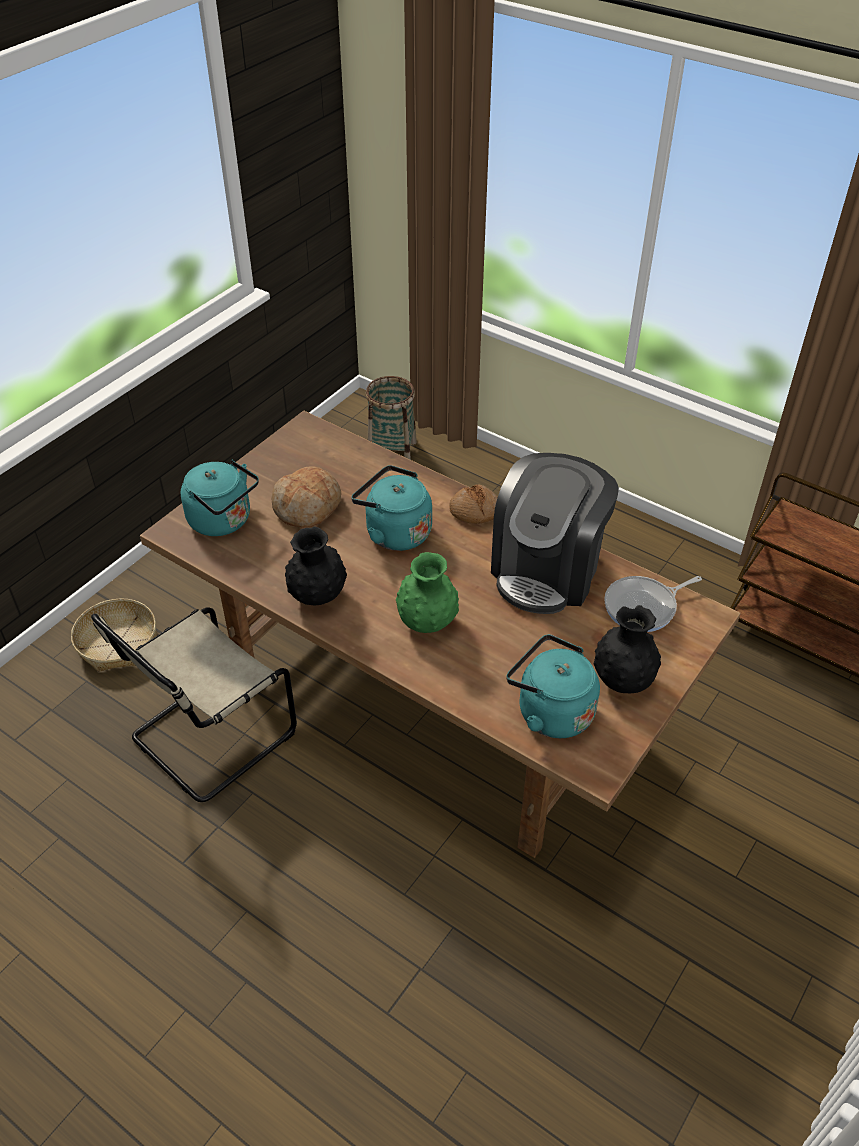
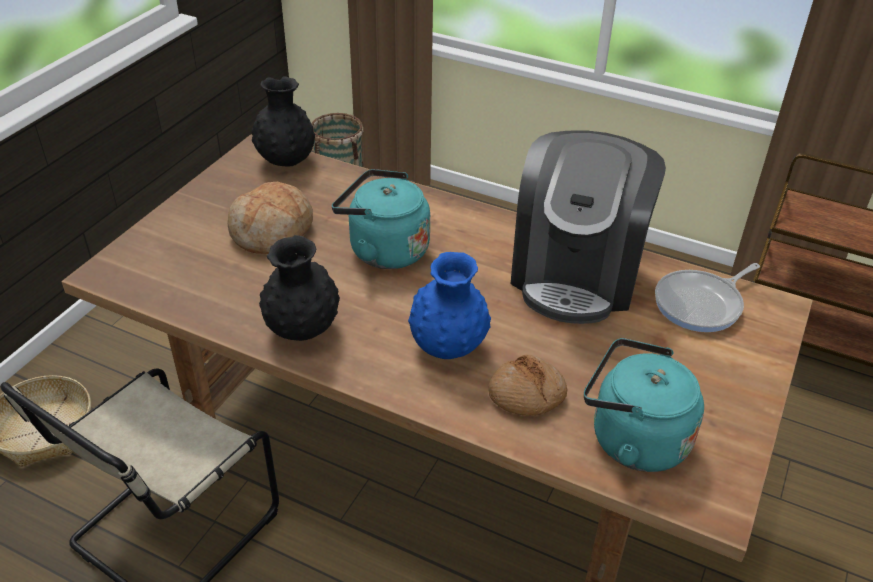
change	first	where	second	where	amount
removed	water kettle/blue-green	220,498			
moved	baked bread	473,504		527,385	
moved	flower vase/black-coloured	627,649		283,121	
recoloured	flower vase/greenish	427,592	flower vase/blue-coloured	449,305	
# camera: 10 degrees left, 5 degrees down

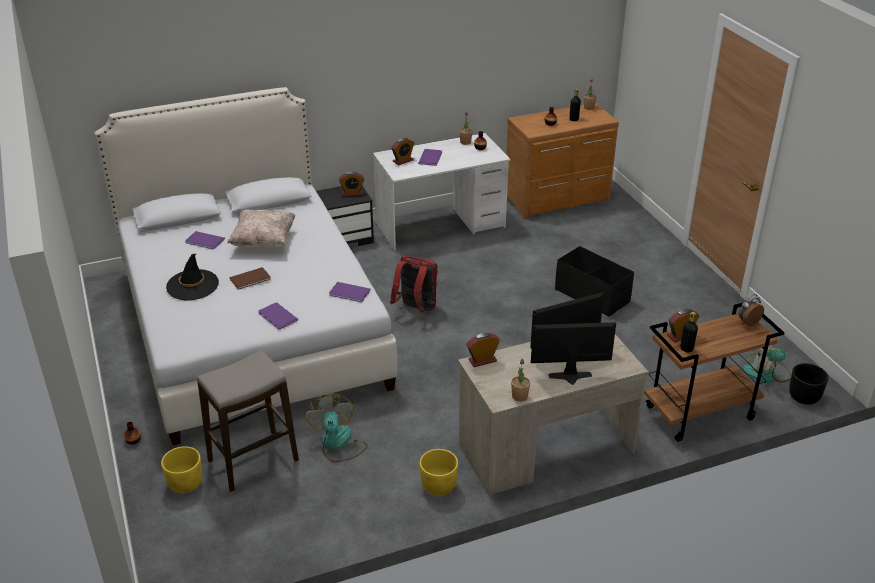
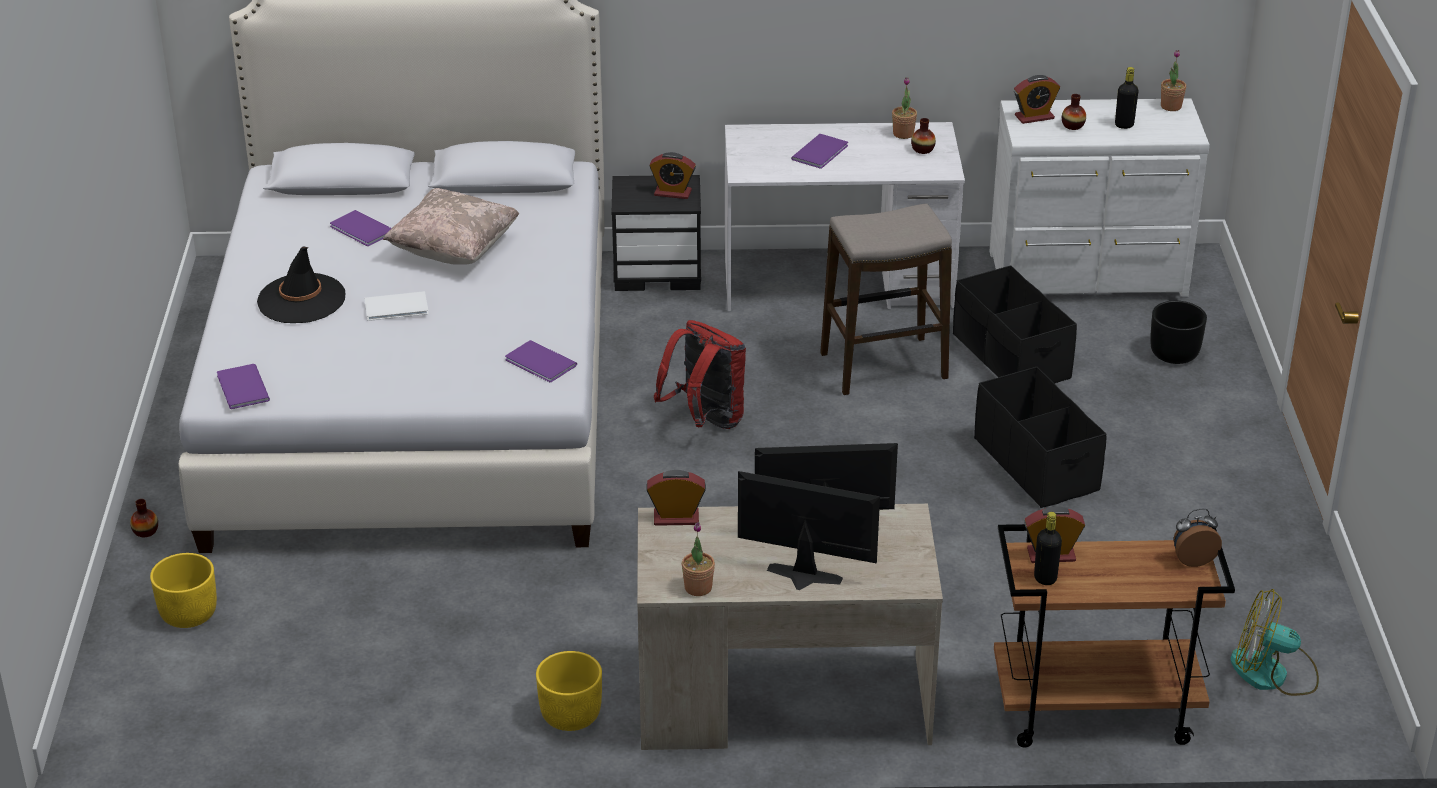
change	first	where	second	where	amount
removed	fan	336,428			
added			storage bin/black-coloured	1015,324	
moved	stool	248,421		886,299	
moved	volume/purple	278,315		243,386	
moved	alarm clock	402,151		1037,99	
moved	flower pot/black-coloured	809,384		1178,332	
recoloured	volume/brownish	250,278	volume/white-coloured	396,306	
recoloured	drawer chest/brownish	562,161	drawer chest/white-coloured	1100,197	
# camera: 20 degrees right, 0 degrees up

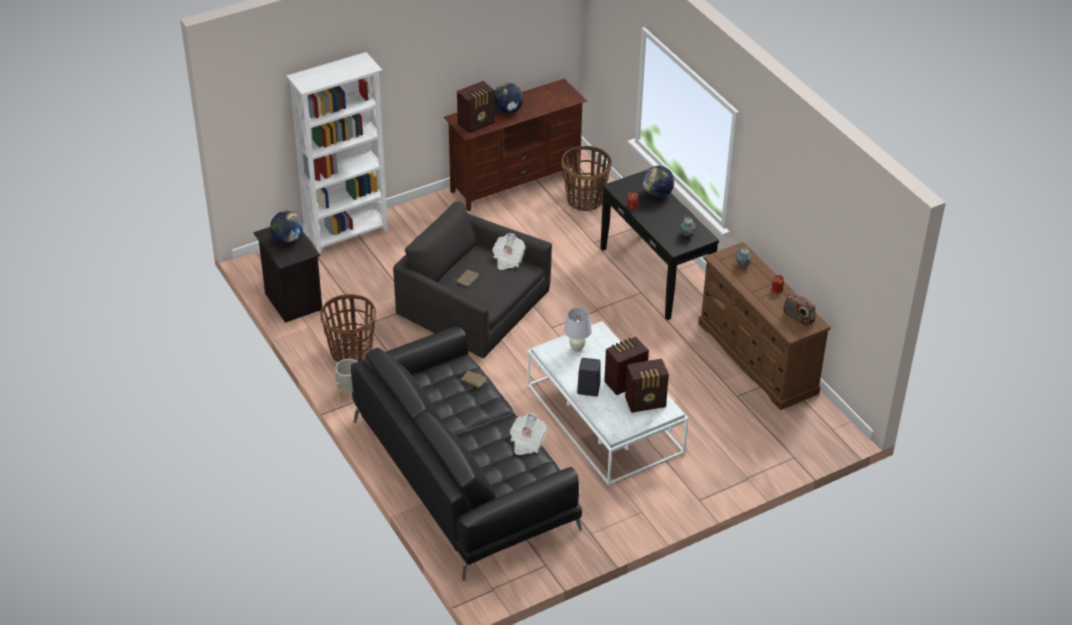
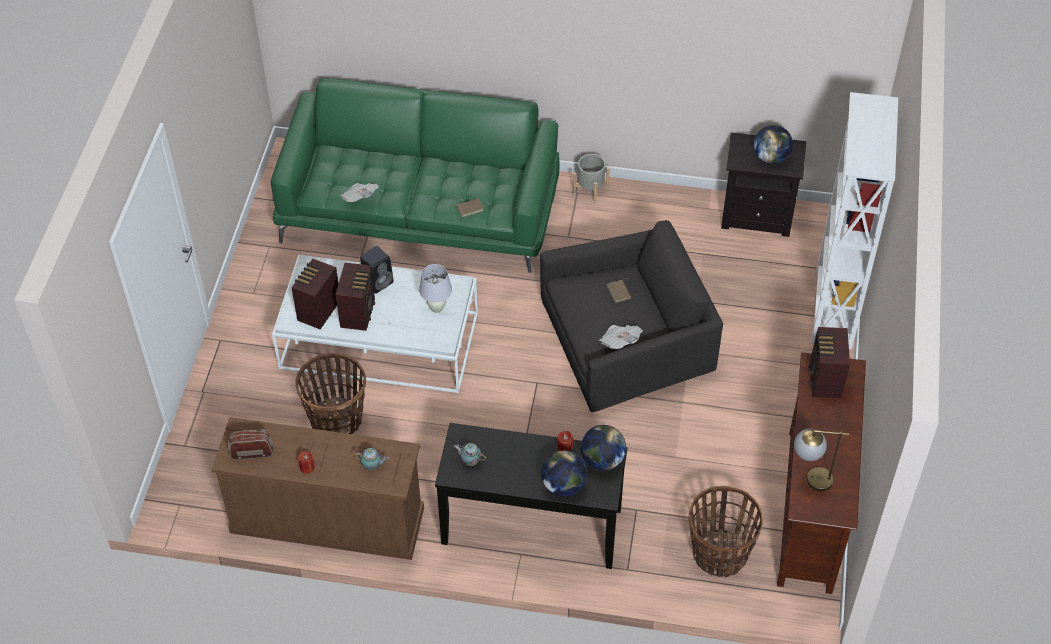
change	first	where	second	where	amount
added			table lamp	821,460	
moved	basket	348,328		330,393	
moved	desk globe	509,98		603,447	
recoloured	settee/black-coloured	466,454	settee/greenish	415,175	
# camera: 130 degrees right, 10 degrees up

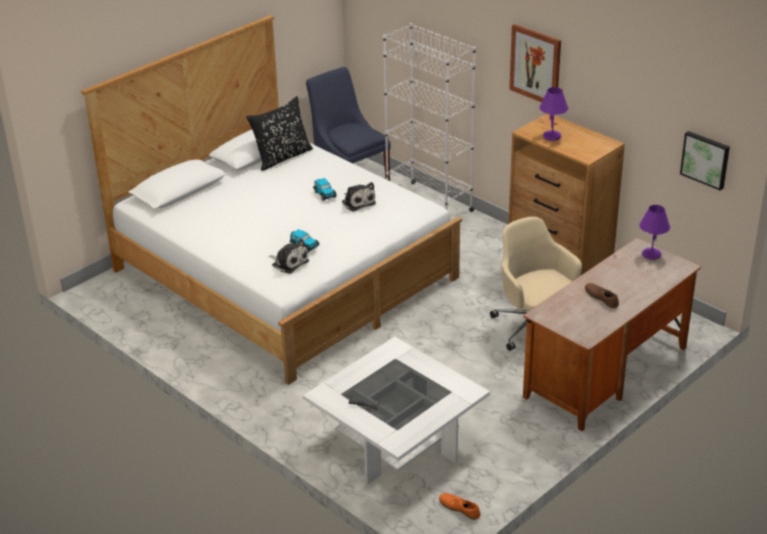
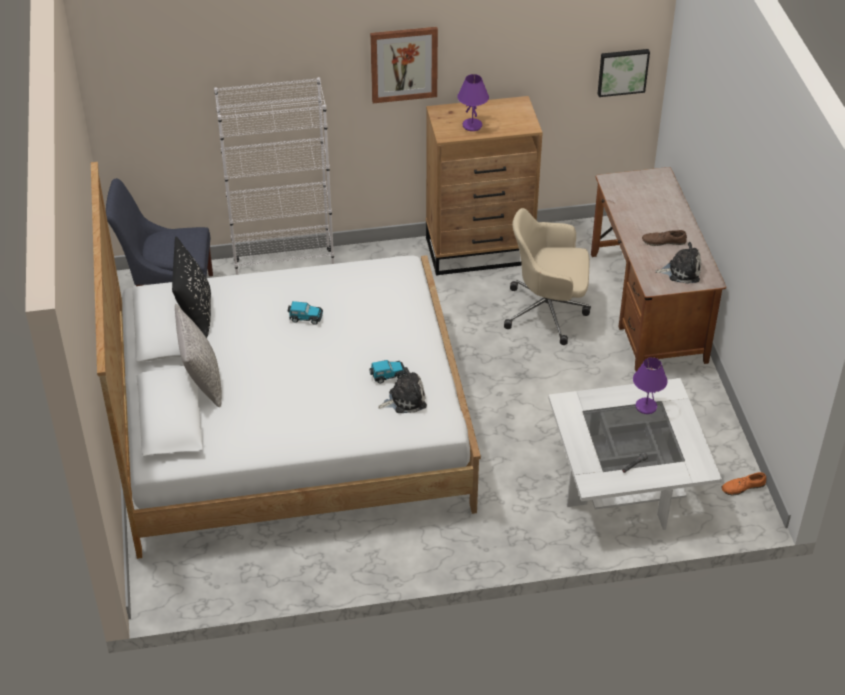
change	first	where	second	where	amount
added			cushion/gray	198,355	
moved	plush toy	359,197		678,263	
moved	table lamp/purple	654,232		650,385	
# camera: 55 degrees left, 10 degrees up

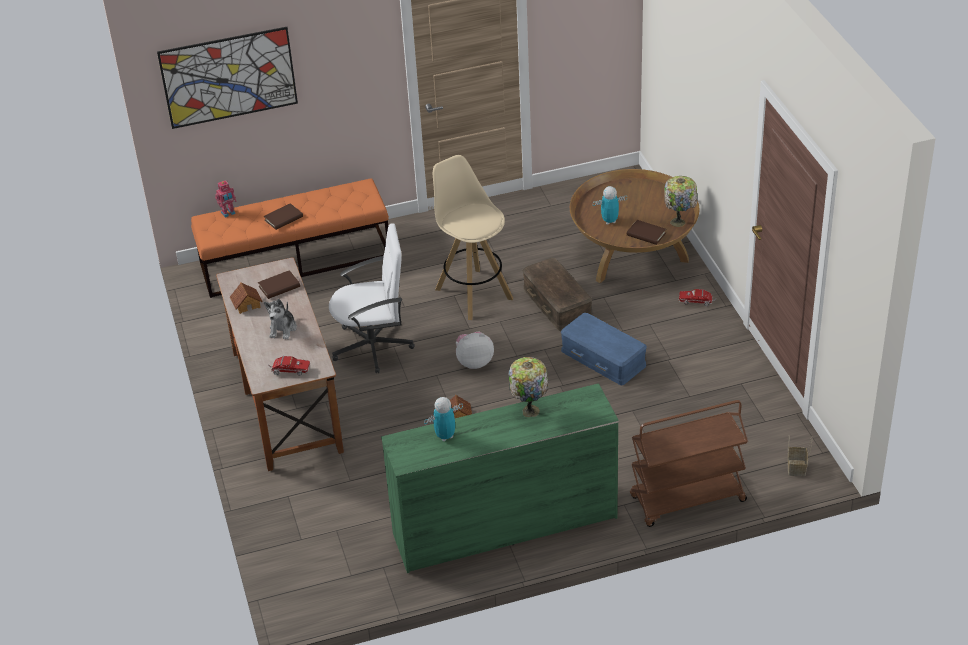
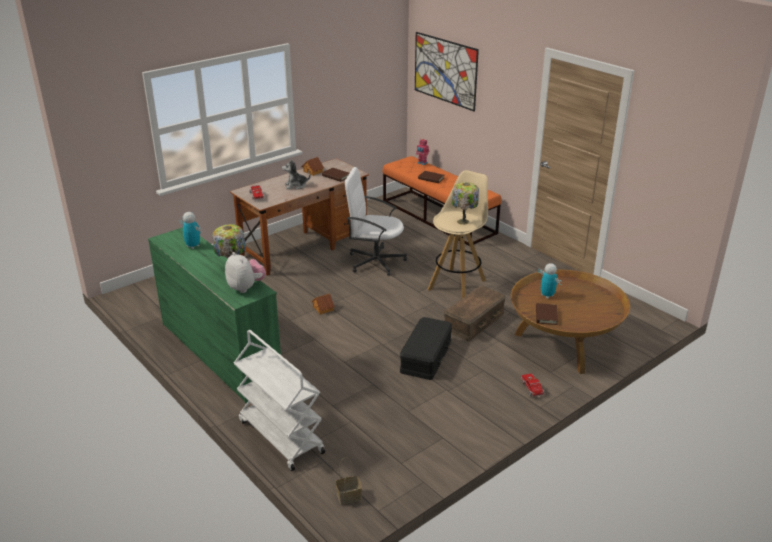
change	first	where	second	where	amount
moved	plush toy	475,350		245,272	
moved	table lamp	681,201		465,203	
recoloured	storage bin/blue-coloured	604,349	storage bin/black-coloured	426,348	
recoloured	wheeled cart/brownish	689,463	wheeled cart/white-coloured	279,400	
turned	desk chair/white-coloured	372,298		376,221	135 degrees clockwise
# camera: 65 degrees right, 10 degrees down

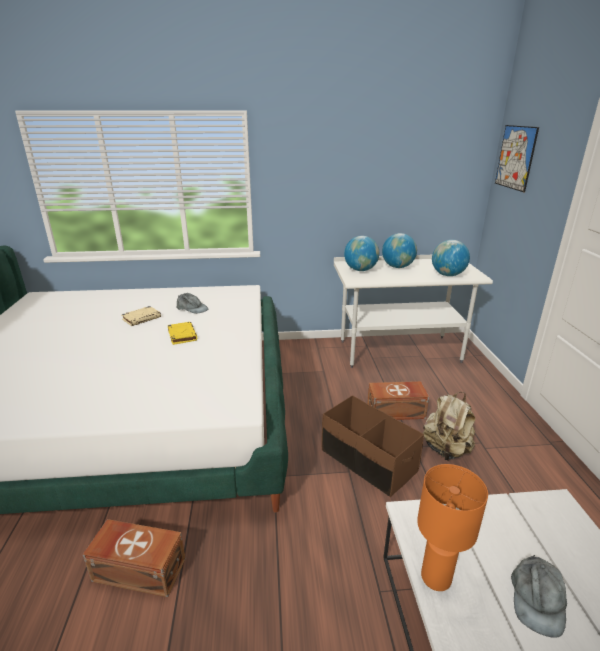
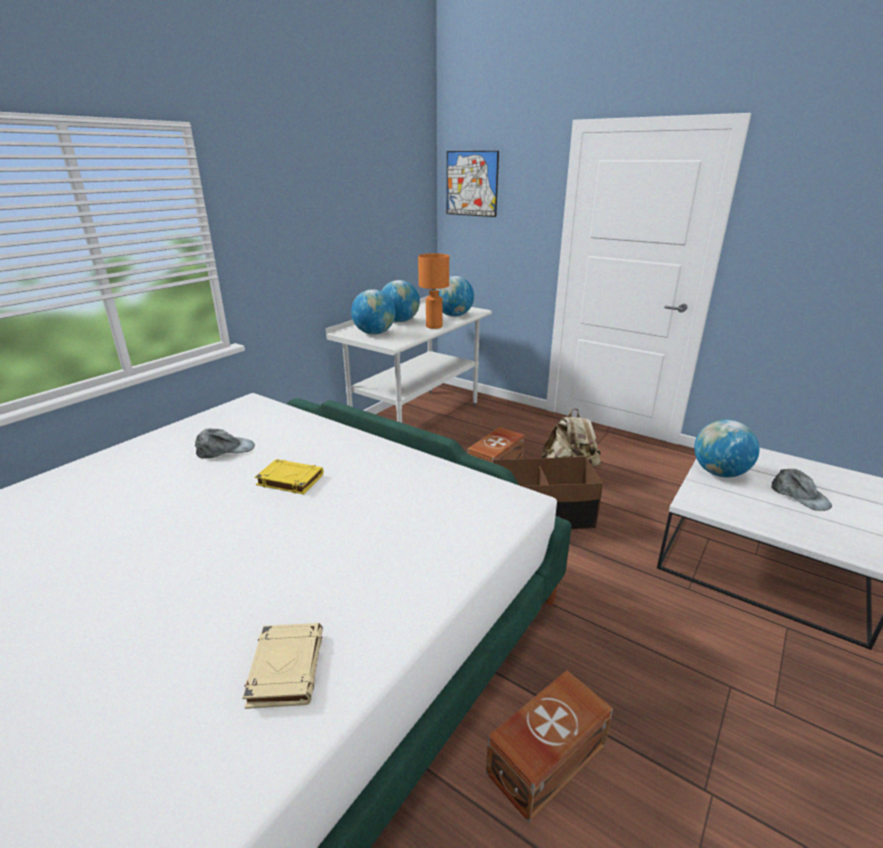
change	first	where	second	where	amount
added			desk globe	726,448	
moved	volume/beige	141,316		282,666	
moved	table lamp/orange-coloured	452,527		433,291	
# camera: 50 degrees left, 0 degrees up

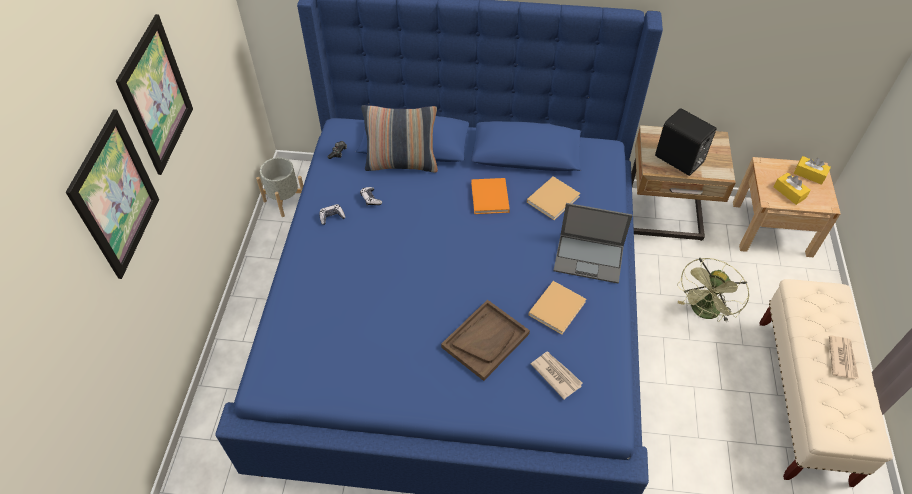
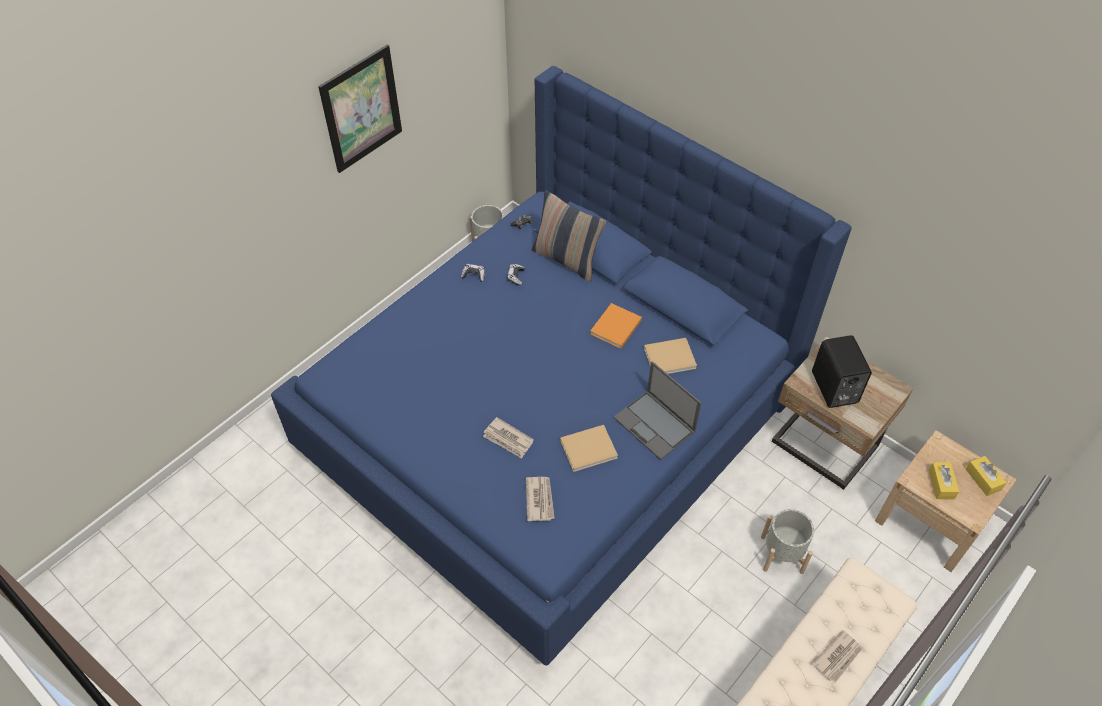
change	first	where	second	where	amount
removed	wall picture	112,194			
replaced	carrying tray/brownish	485,340	newspaper	508,438	
replaced	fan/greenish	713,290	flower pot/gray	787,541	
# camera: 35 degrees right, 0 degrees up

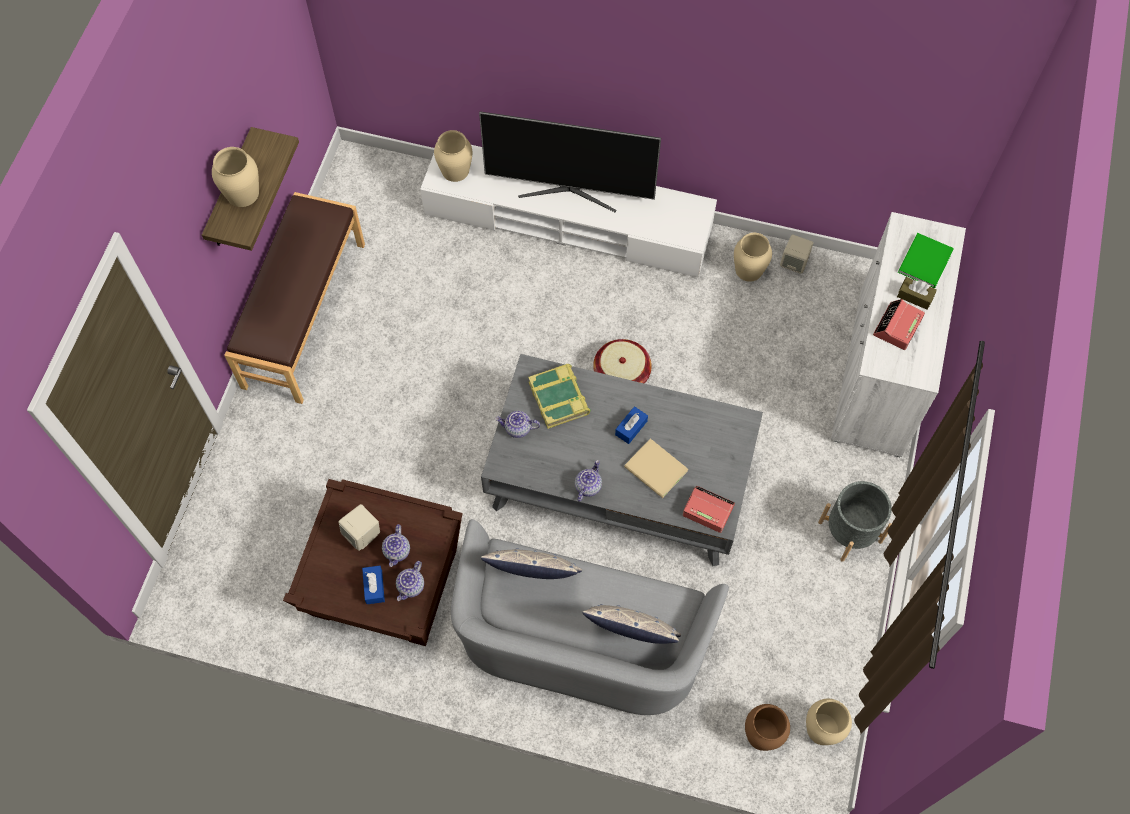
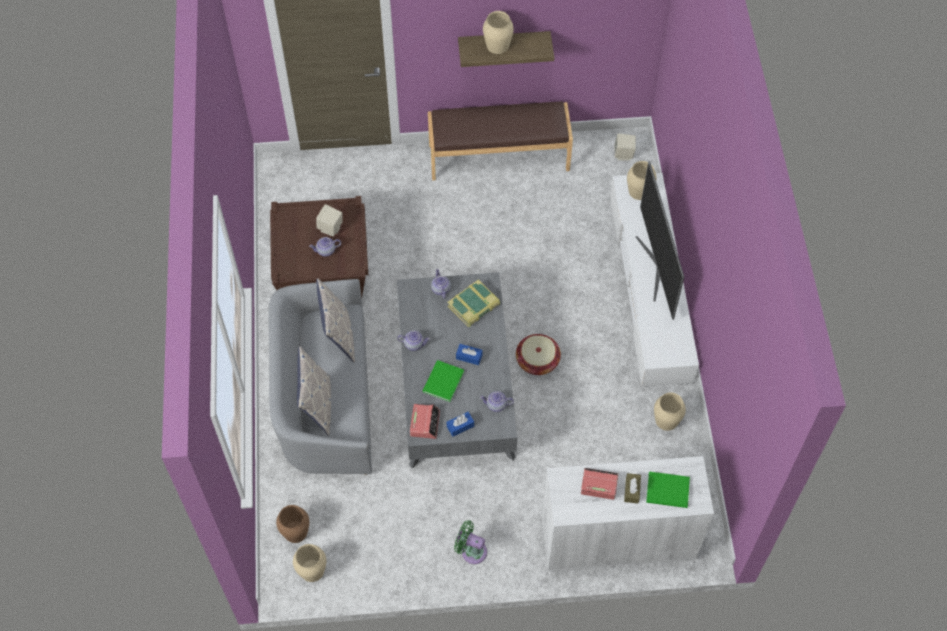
change	first	where	second	where	amount
moved	tissue box/blue-coloured	373,585		460,424	
moved	tea pot	410,581		497,401	
moved	audio speaker/beige	797,254		625,147	
replaced	flower pot/gray	855,521	fan/greenish	470,542	
recoloured	volume/beige	656,468	volume/greenish	443,381	
# camera: 70 degrees right, 5 degrees down

